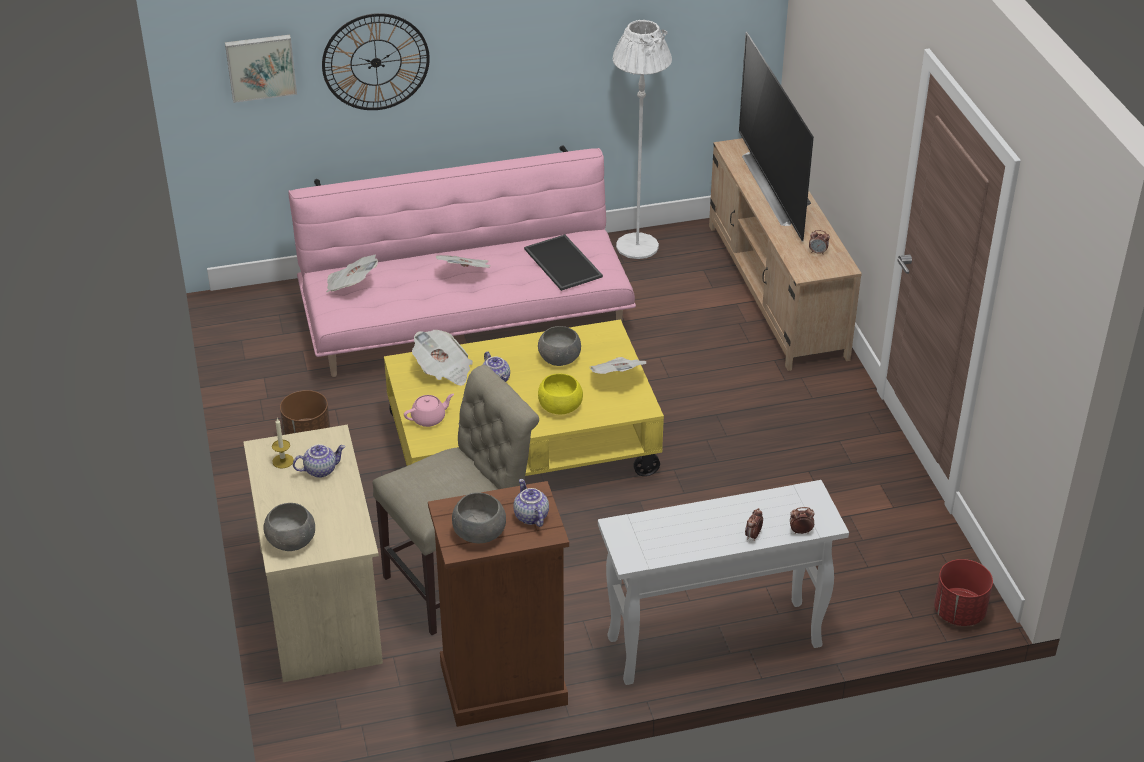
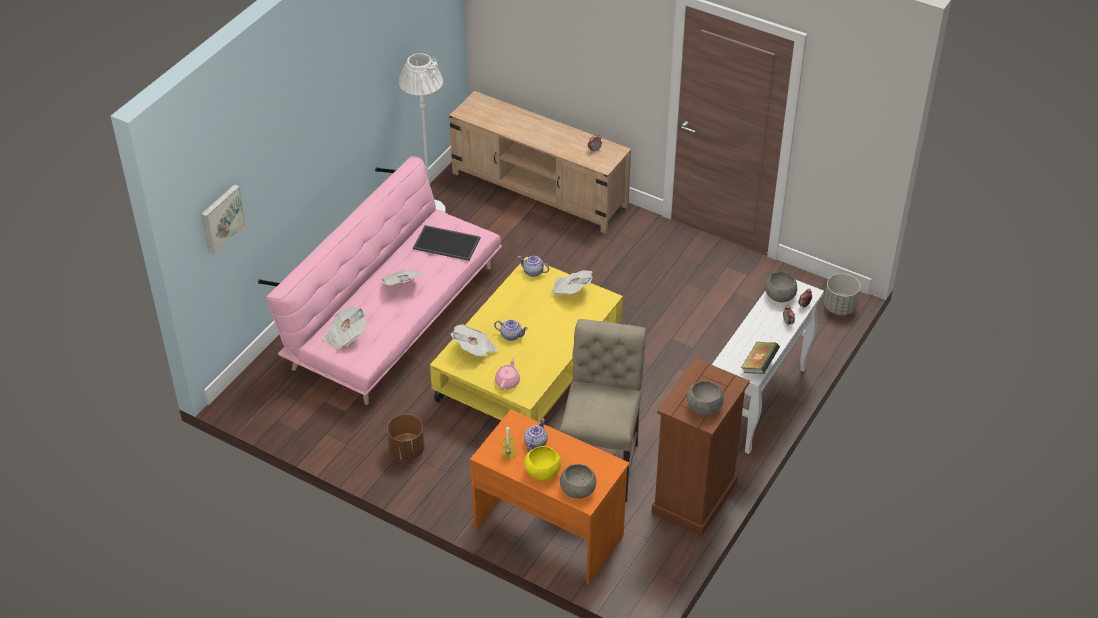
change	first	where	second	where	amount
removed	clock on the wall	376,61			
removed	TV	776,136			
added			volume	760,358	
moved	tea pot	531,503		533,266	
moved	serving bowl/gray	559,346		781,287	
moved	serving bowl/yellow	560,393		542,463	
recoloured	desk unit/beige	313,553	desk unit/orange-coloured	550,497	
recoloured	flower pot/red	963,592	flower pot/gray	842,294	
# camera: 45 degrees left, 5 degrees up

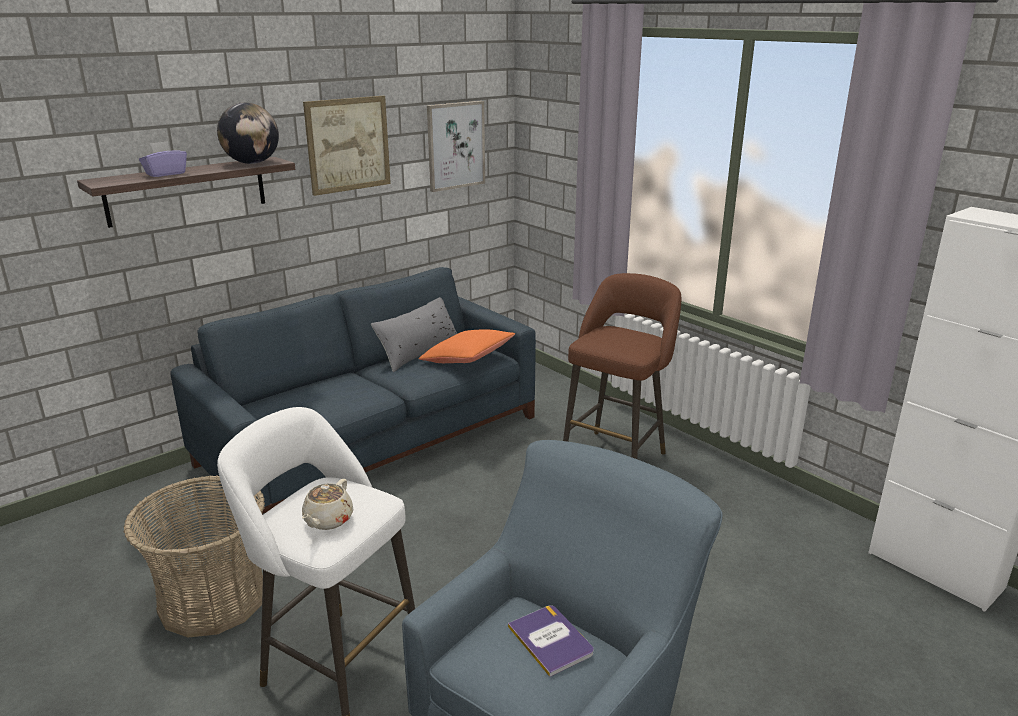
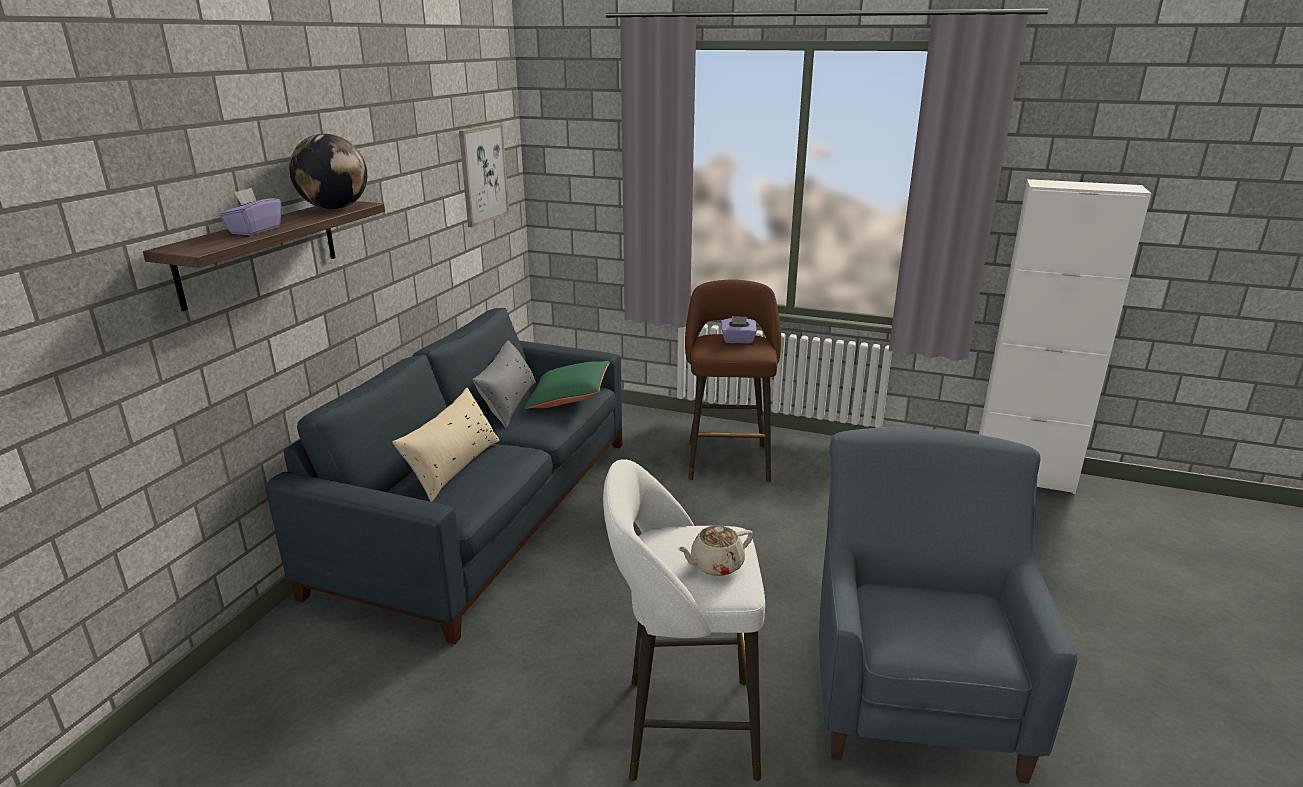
change	first	where	second	where	amount
removed	basket	194,556			
removed	wall picture	347,146			
removed	volume	550,641			
added			cushion/beige	446,445	
added			tissue box/purple	739,329	
recoloured	cushion/orange-coloured	467,346	cushion/greenish	567,385	
turned	tea pot/beige	327,504		715,550	75 degrees clockwise
# camera: 30 degrees left, 0 degrees up

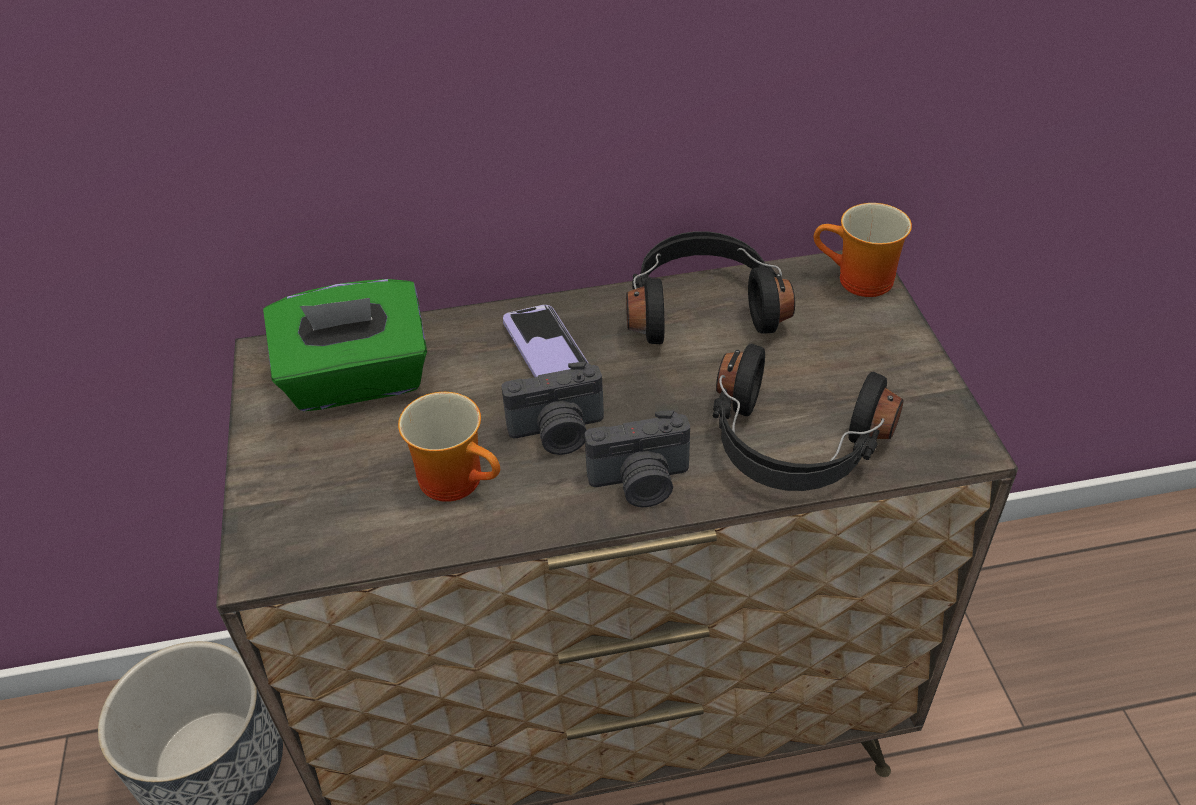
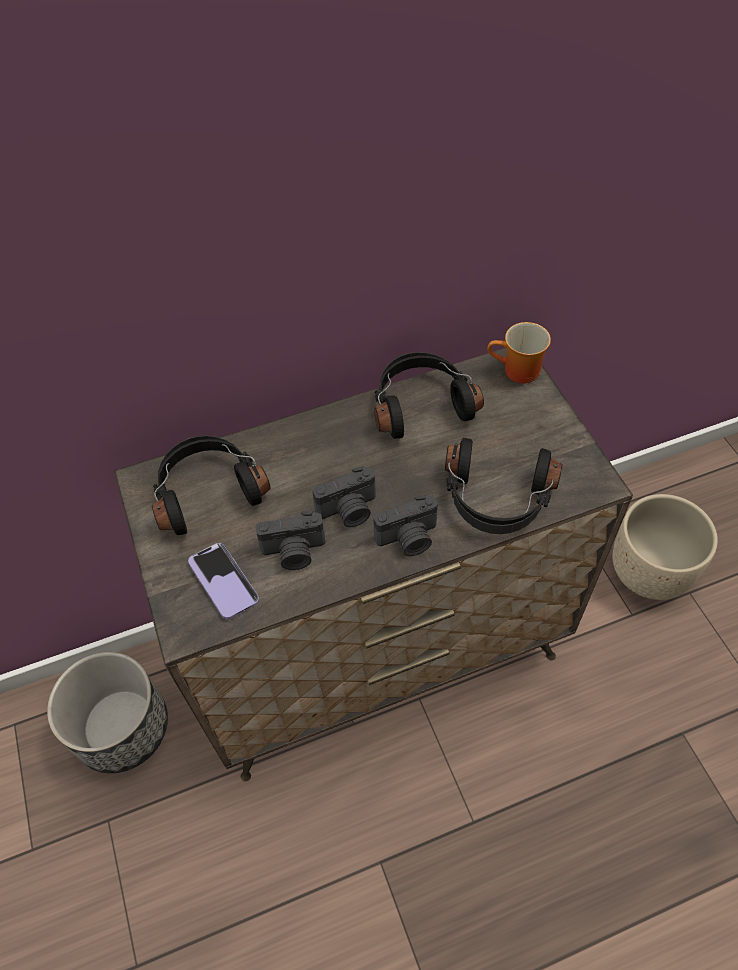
change	first	where	second	where	amount
added			flower pot/beige	665,547	
moved	telephone	545,341		223,581	
replaced	tissue box/greenish	345,345	headset/black-coloured	211,485	
replaced	mug	449,447	still camera	290,540	
# camera: 10 degrees left, 10 degrees up

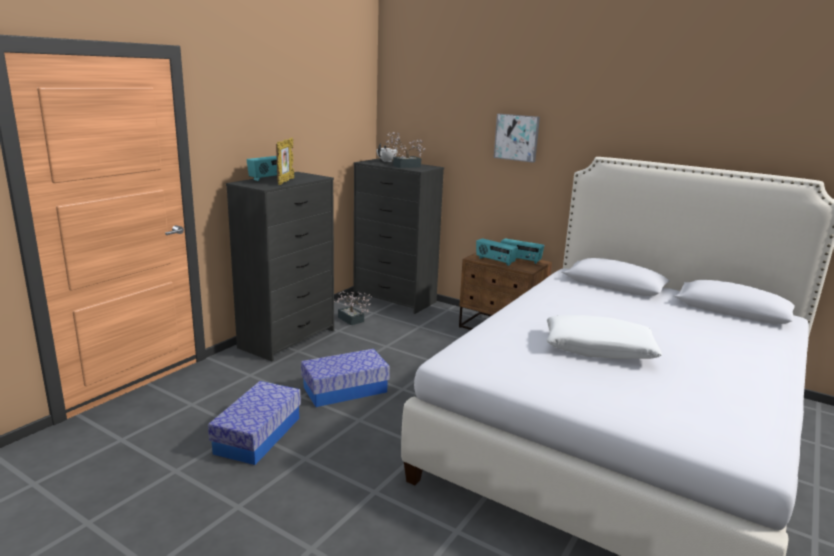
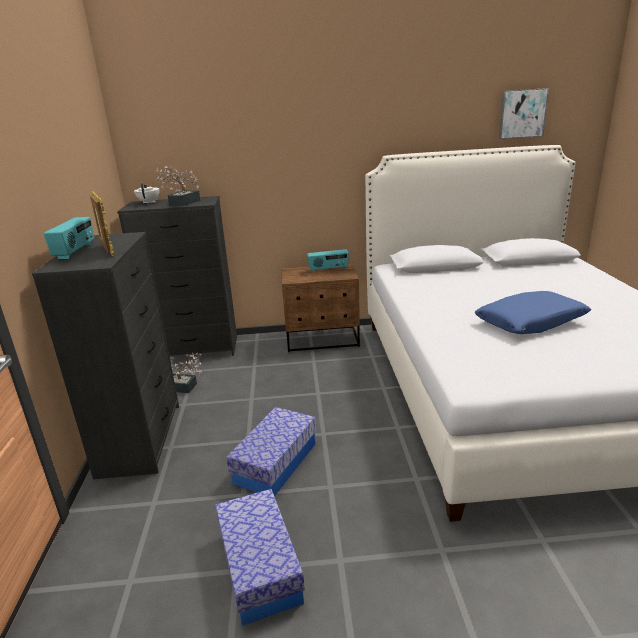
change	first	where	second	where	amount
removed	radio set	497,252			
moved	wall picture	517,138		524,113	
recoloured	cushion/white-coloured	604,337	cushion/blue-coloured	533,312	
# camera: 35 degrees left, 5 degrees up

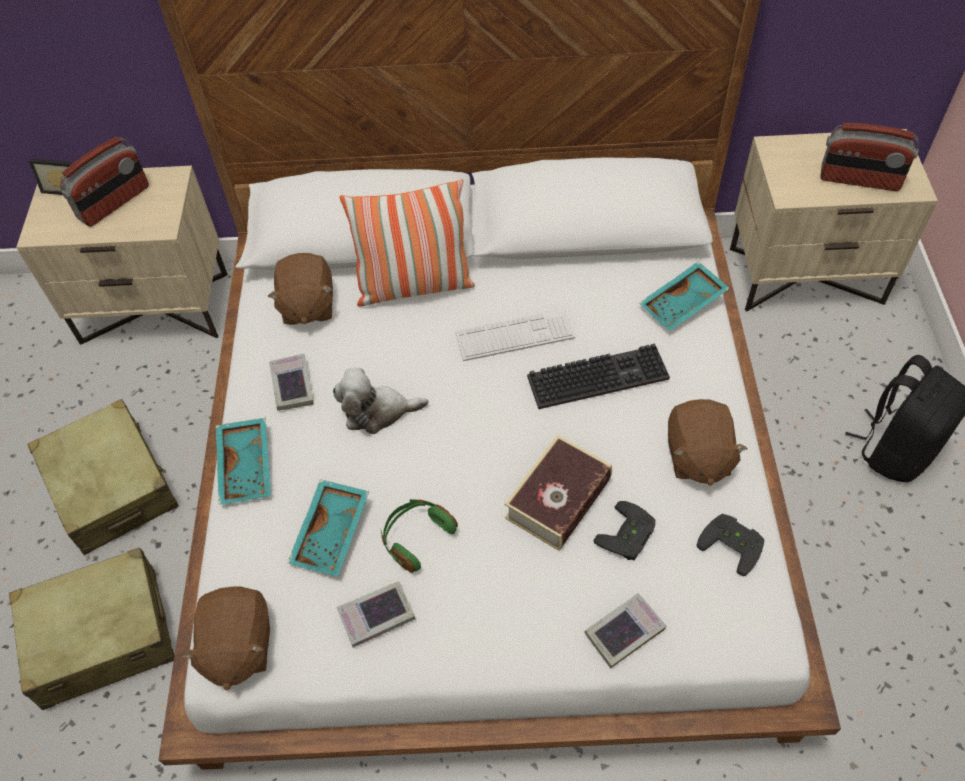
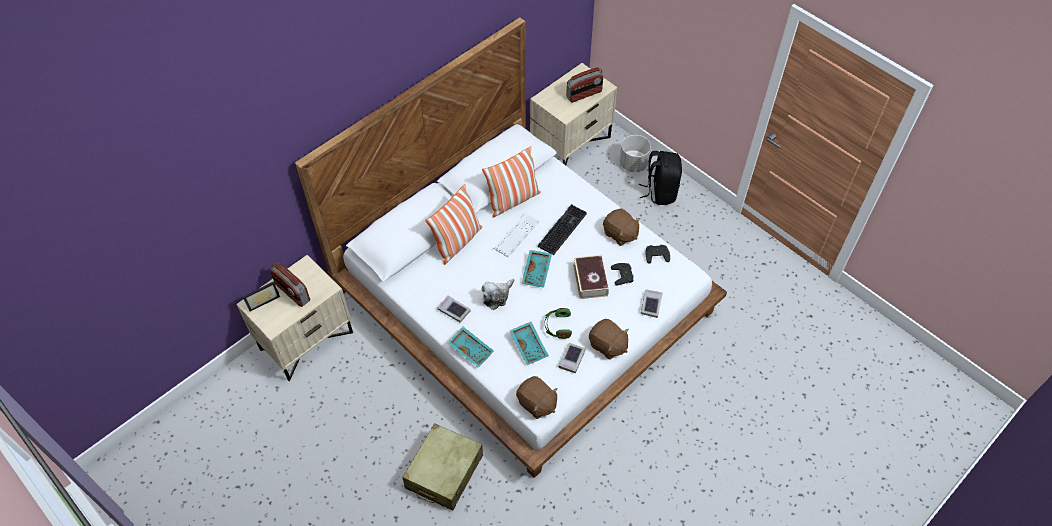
change	first	where	second	where	amount
removed	travel case/beige	103,477			
added			cushion	511,182	
added			flower pot/gray	635,153	
moved	plush toy/brownish	300,289		609,339	
moved	carrying tray/blue-green	684,296		536,268	
turned	radio set	104,182		290,284	135 degrees clockwise
# camera: 45 degrees left, 0 degrees up

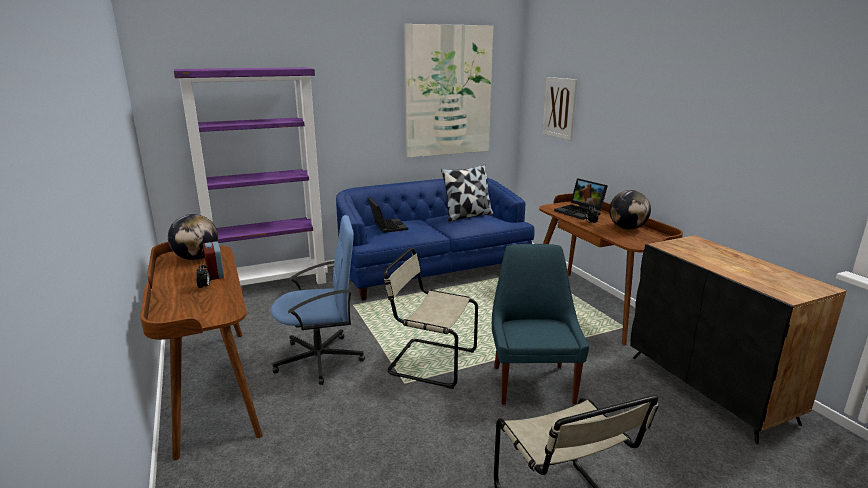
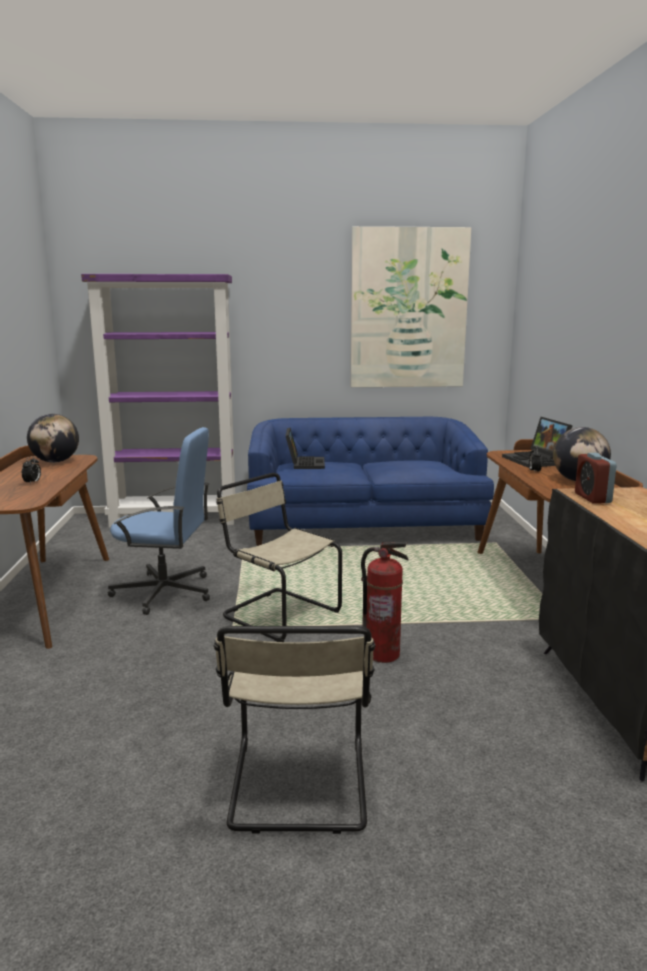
change	first	where	second	where	amount
removed	cushion	467,193			
removed	wall picture	559,109			
moved	alarm clock	213,260		596,478	
replaced	upright chair/blue-coloured	540,324	fire-fighting cylinder	385,602	
# camera: 20 degrees right, 5 degrees down

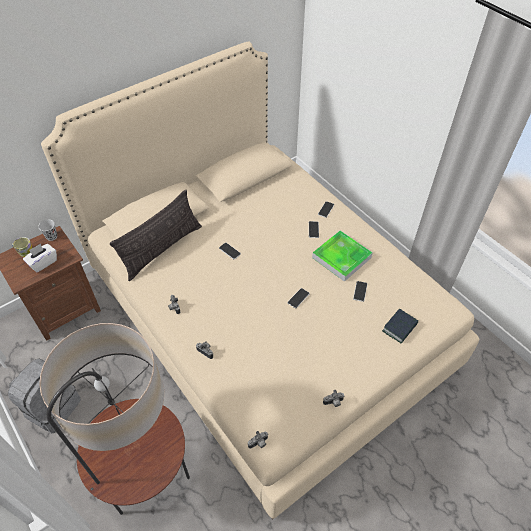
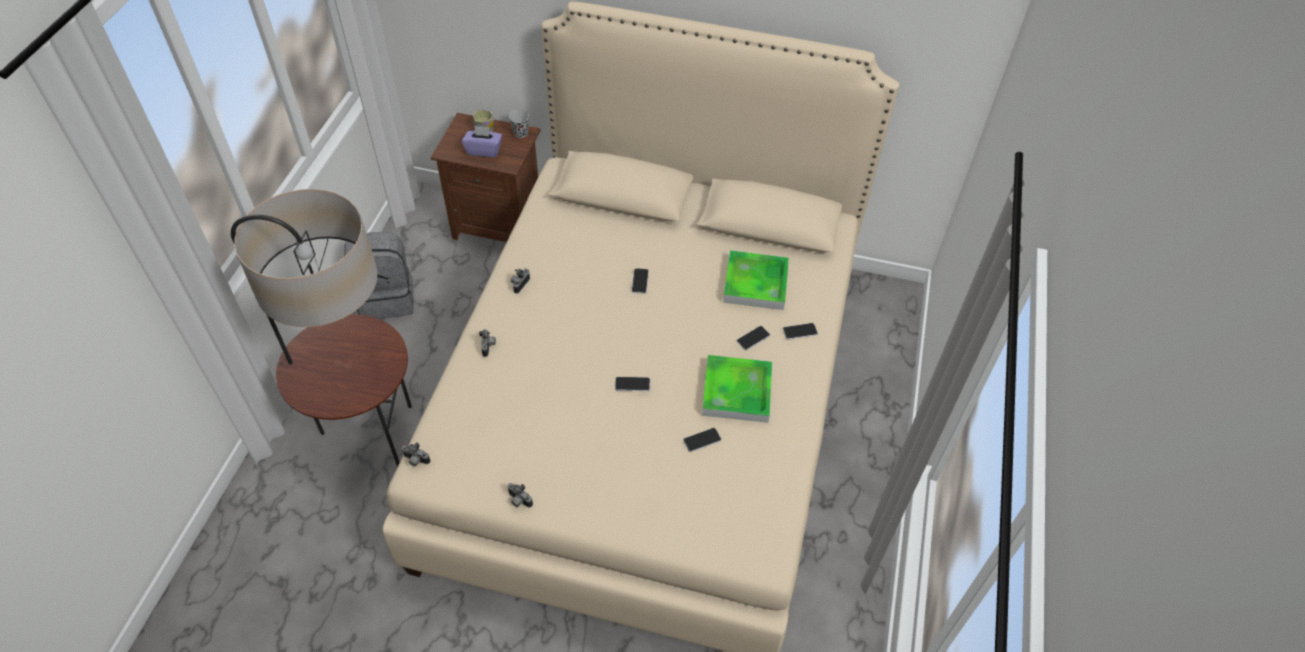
change	first	where	second	where	amount
removed	cushion	156,235			
removed	volume	400,326			
added			carrying tray	756,280	
recoloured	tissue box/white-coloured	40,258	tissue box/purple	482,141	
# camera: 50 degrees right, 0 degrees up

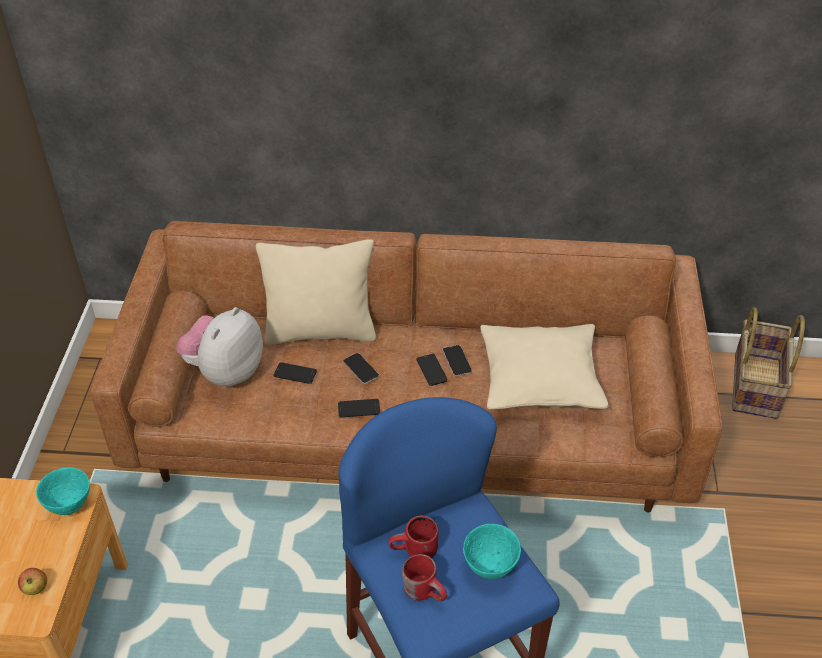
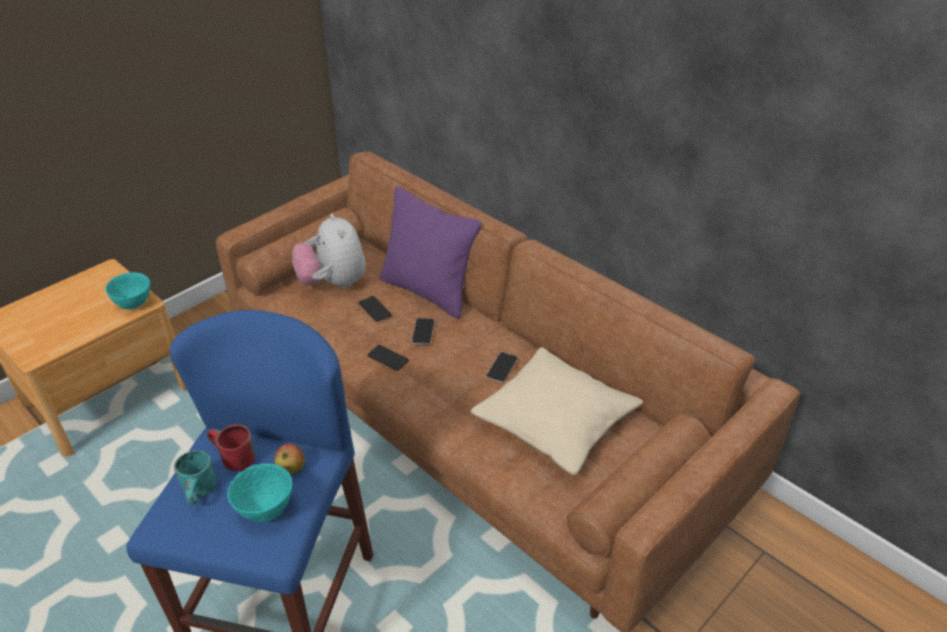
change	first	where	second	where	amount
removed	telephone	432,370			
removed	basket	768,363			
moved	apple fruit	32,581		289,459	
recoloured	cushion/beige	316,292	cushion/purple	431,252	
recoloured	mug/red	424,577	mug/blue-green	195,478	
turned	plush toy	219,346		329,251	90 degrees counterclockwise
# camera: 40 degrees right, 5 degrees down

